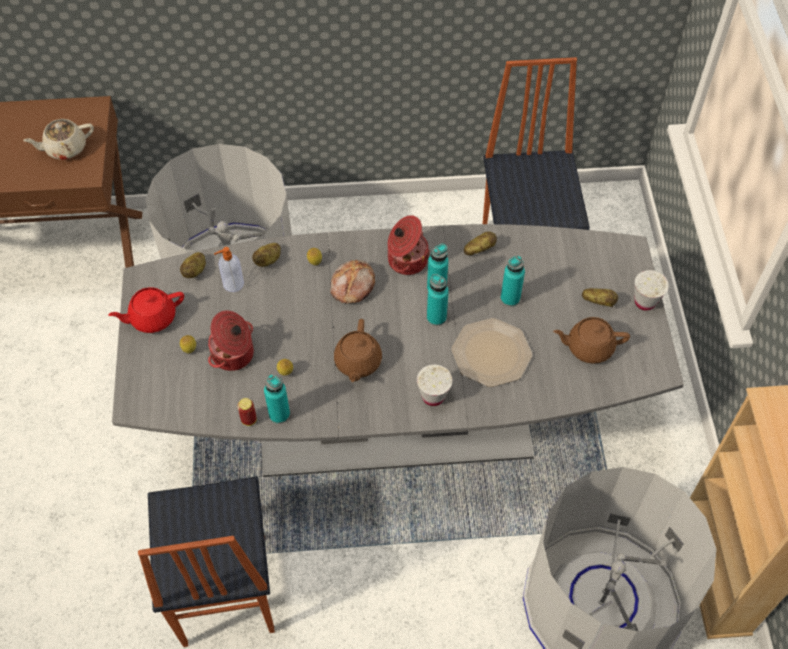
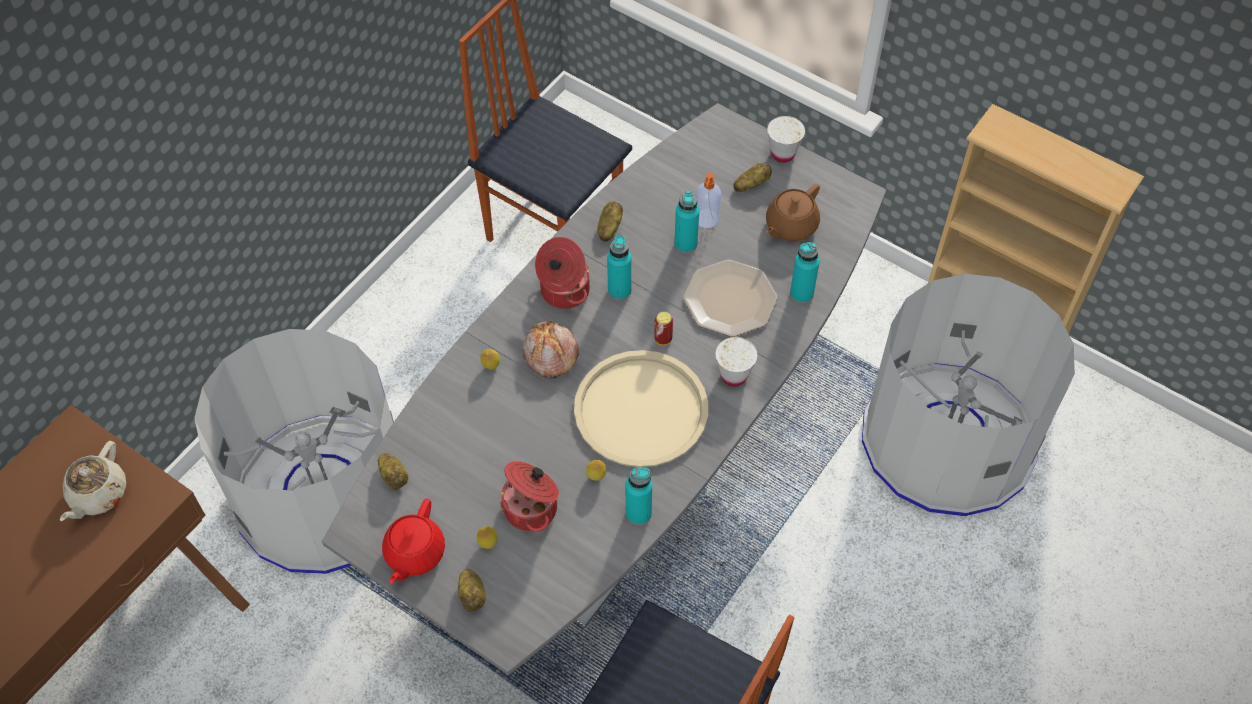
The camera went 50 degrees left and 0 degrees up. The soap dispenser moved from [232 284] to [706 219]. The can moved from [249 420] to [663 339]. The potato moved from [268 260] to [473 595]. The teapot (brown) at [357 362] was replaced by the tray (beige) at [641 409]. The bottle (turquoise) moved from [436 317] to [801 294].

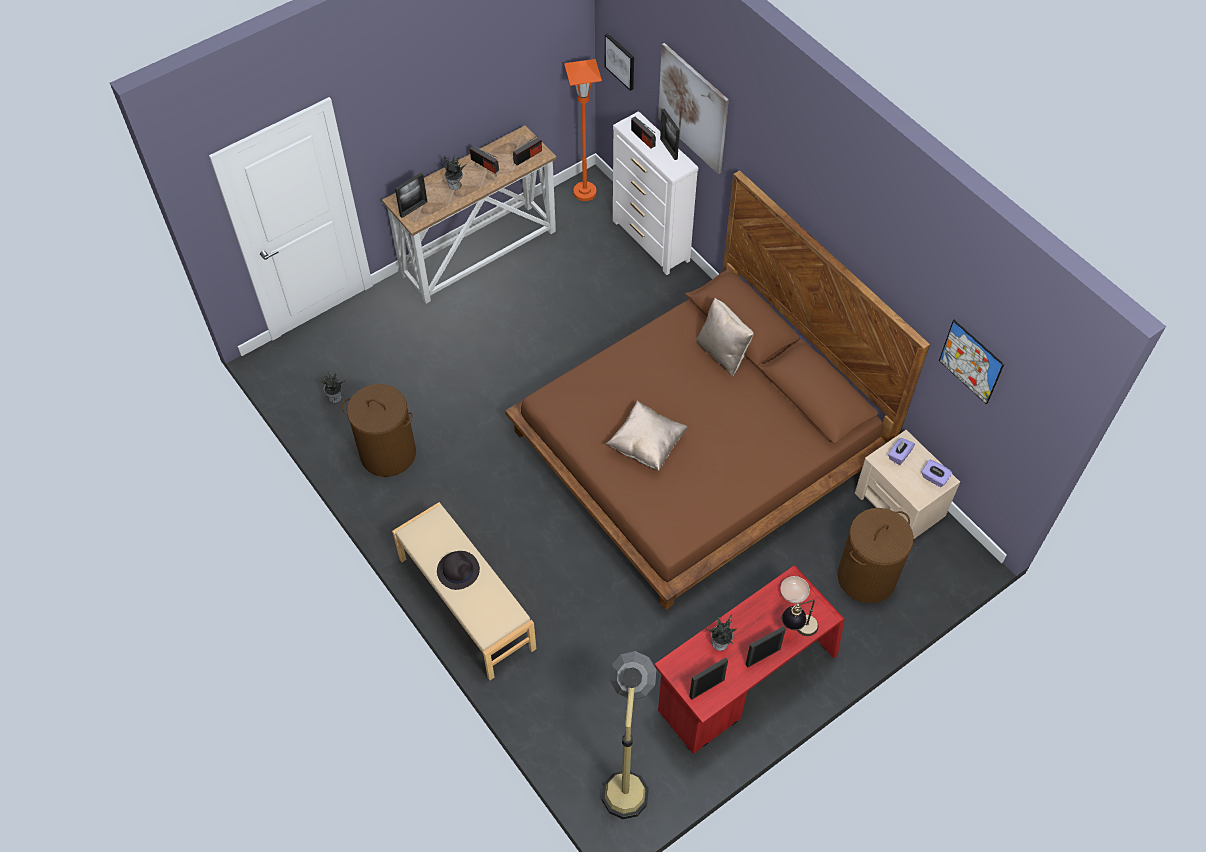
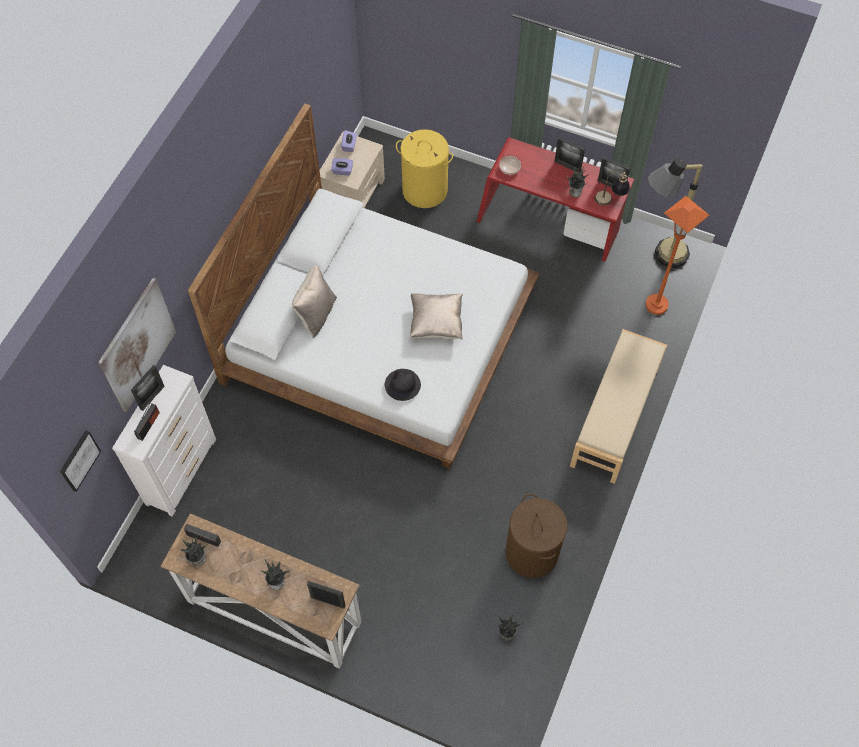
The camera went 120 degrees left and 5 degrees up. The hat (black) moved from [458 570] to [402 385]. The radio at [484 165] disappeared. The bed (brown) at [697 445] became the bed (white) at [381 335]. The floor lamp (orange) moved from [584 192] to [656 305]. The table lamp moved from [798 630] to [610 201]. The laundry basket (brown) at [866 576] became the laundry basket (yellow) at [424 190]. The picture at [971 362] disappeared. The potted plant at [197 559] appeared.

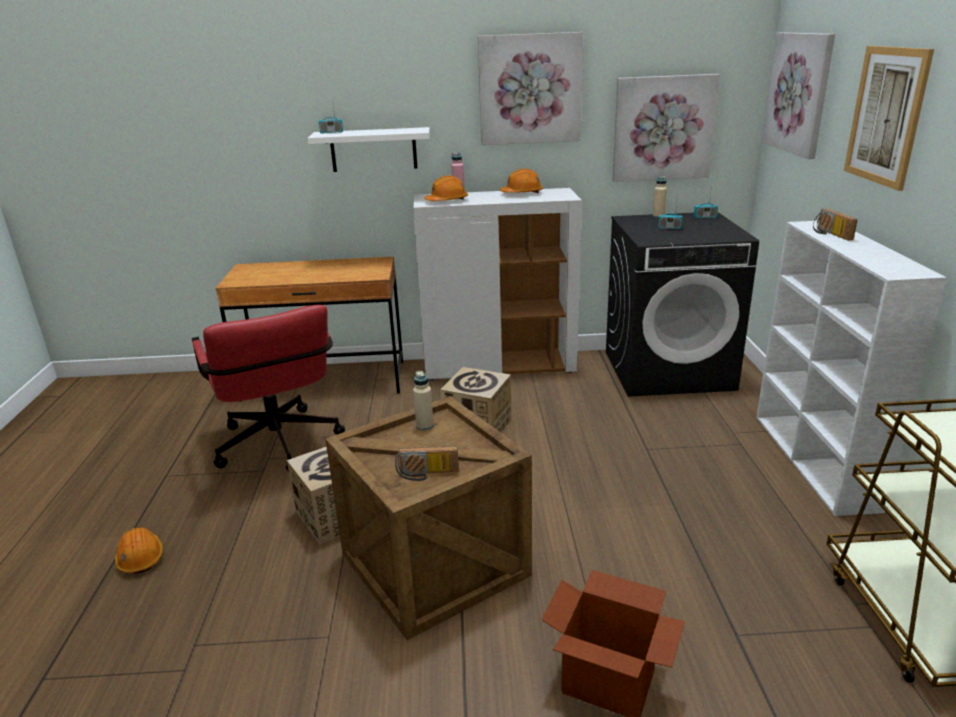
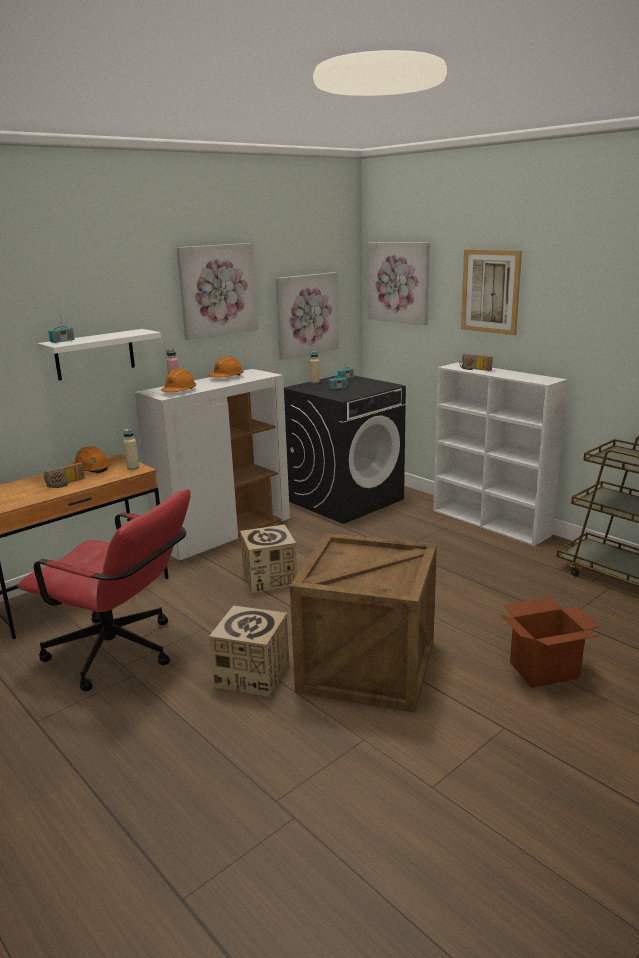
The camera went 40 degrees left and 5 degrees down. The hard hat (orange) moved from [141 558] to [91 469]. The radio moved from [427 474] to [66 484]. The bottle (beige) moved from [424 426] to [133 467].

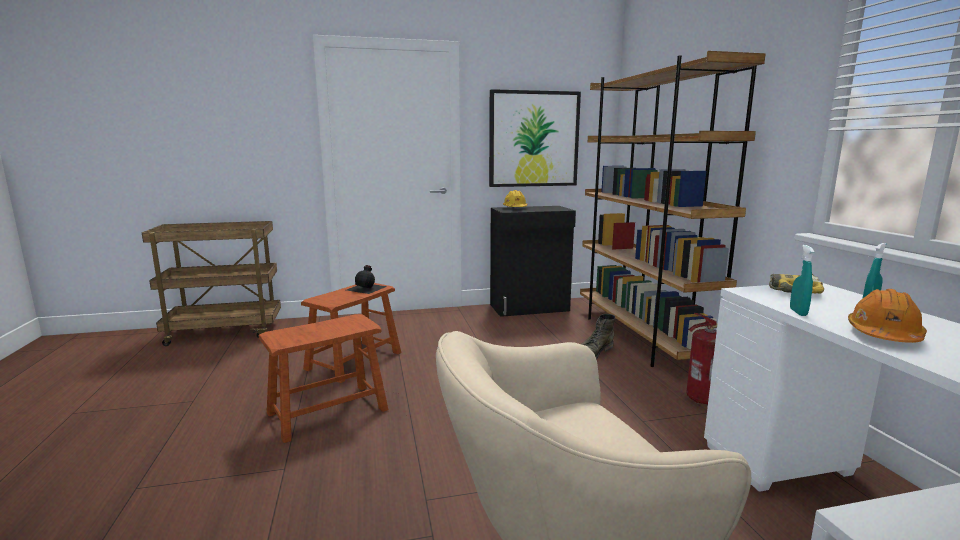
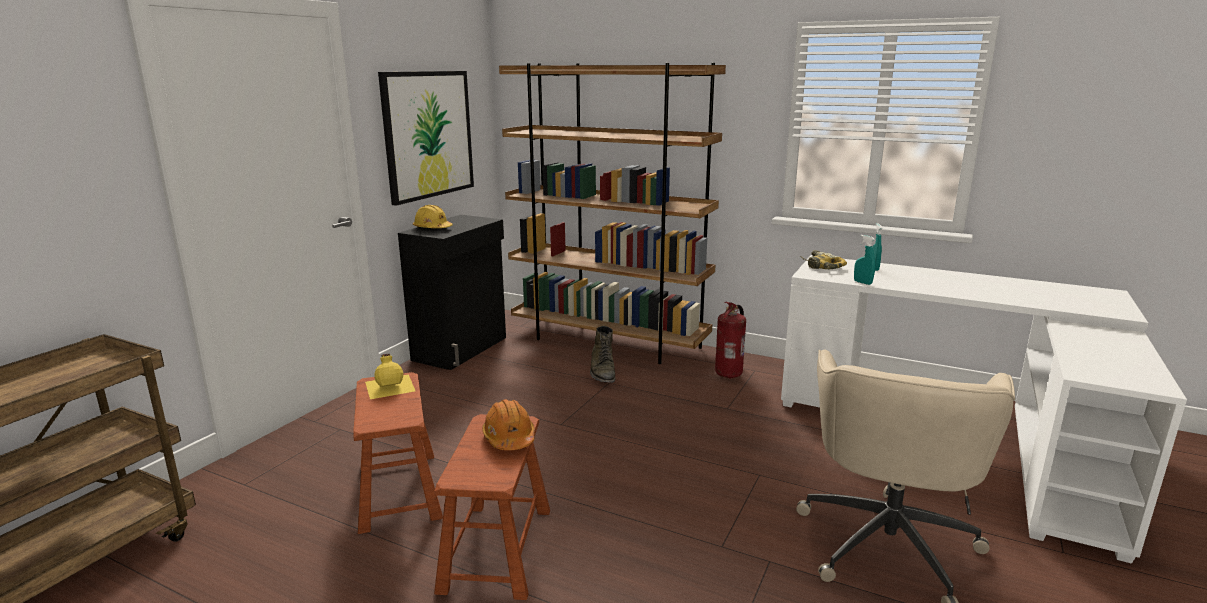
The camera went 50 degrees left and 5 degrees up. The bottle (black) at [367 288] became the bottle (yellow) at [390 386]. The hard hat (orange) moved from [883 335] to [509 438].

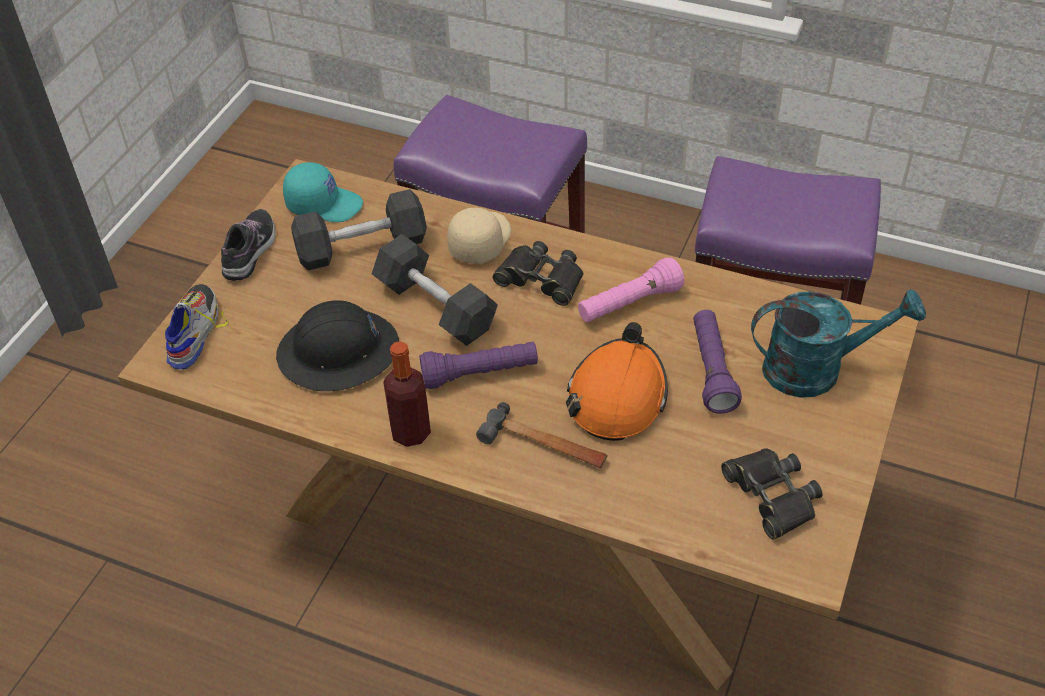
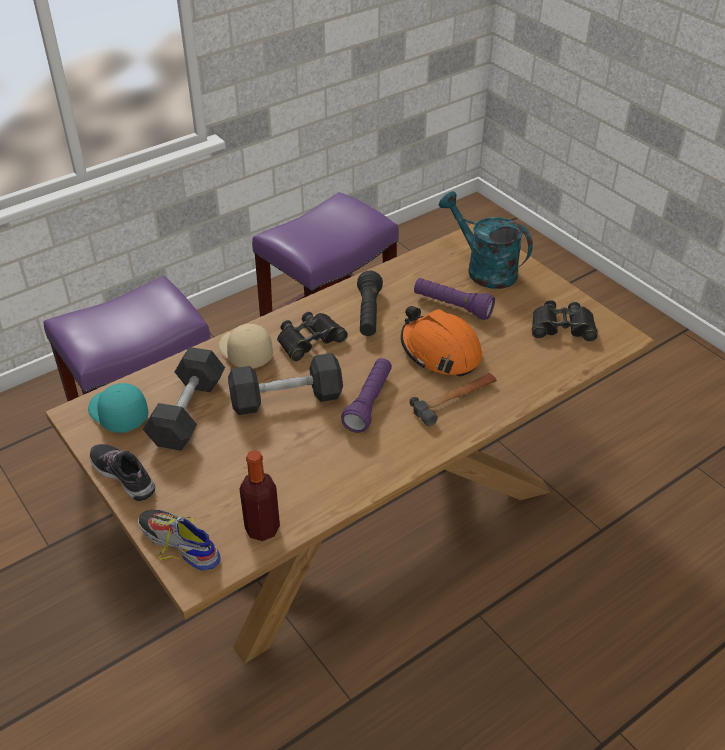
The camera went 60 degrees left and 5 degrees down. The hard hat (black) at [338 352] disappeared. The cap (turquoise) at [324 204] turned 90 degrees counterclockwise. The bottle moved from [411 432] to [262 528]. The flashlight (pink) at [629 304] became the flashlight (black) at [369 314]. The watering can (turquoise) at [816 368] turned 75 degrees counterclockwise.

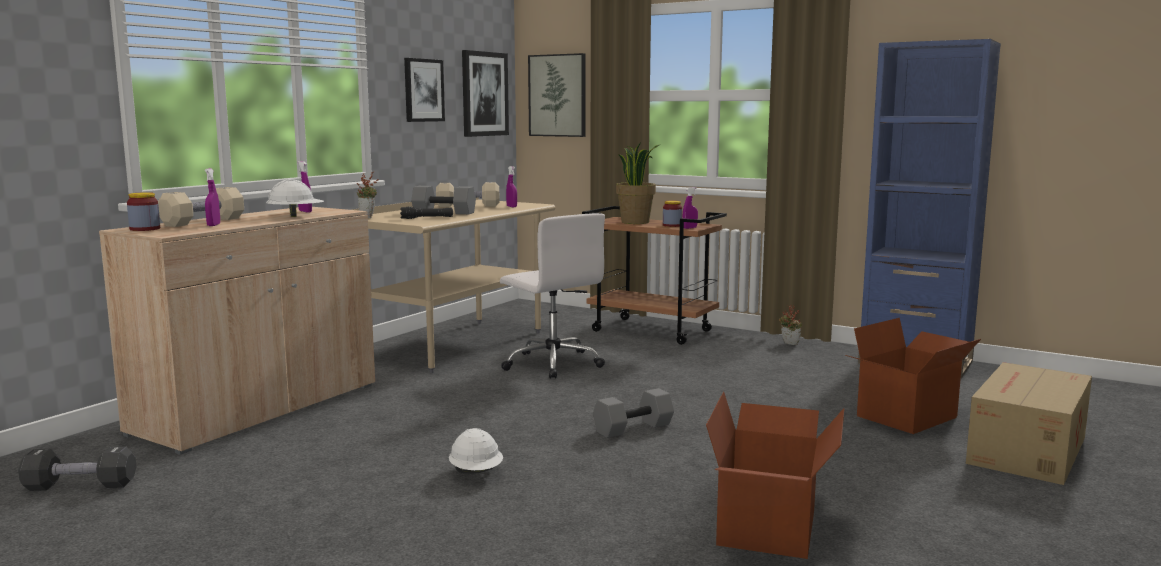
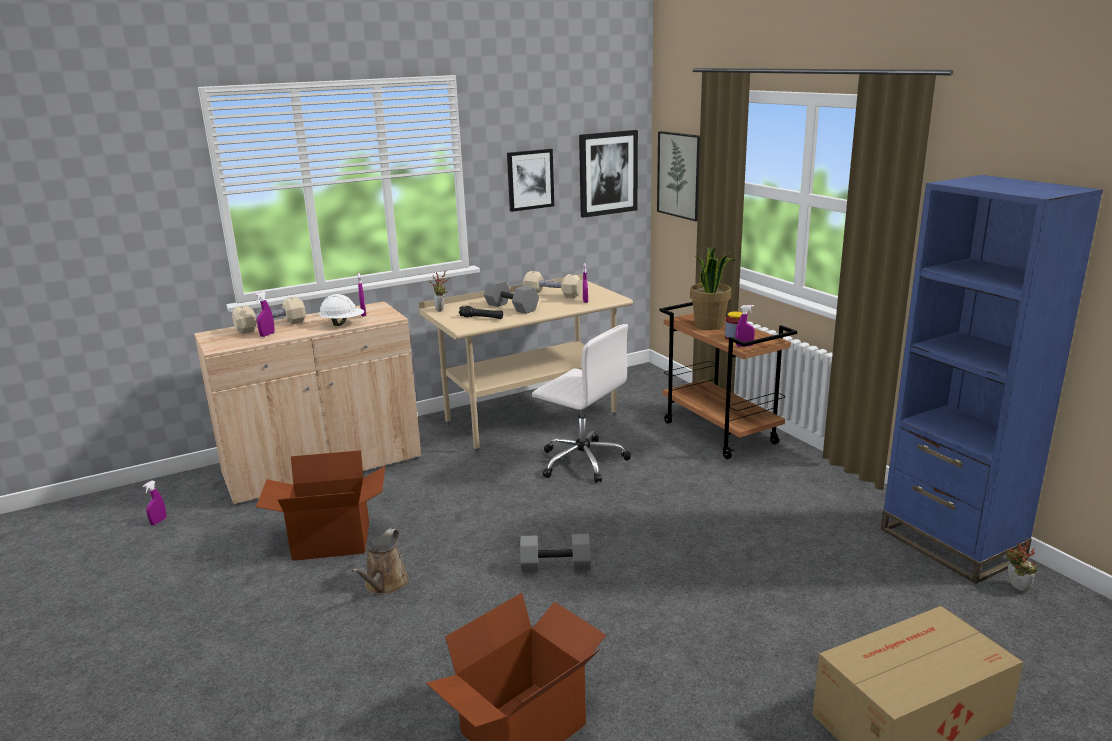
The camera went 30 degrees right and 10 degrees up. The dumbbell (black) at [80 486] was replaced by the spray bottle (purple) at [158 521]. The jar at [145 229] disappeared. The hard hat (white) at [476 473] was replaced by the watering can (brown) at [385 585]. The office chair (white) at [552 363] turned 45 degrees counterclockwise. The potted plant moved from [788 344] to [1015 587]. The cardboard box moved from [908 417] to [331 542].

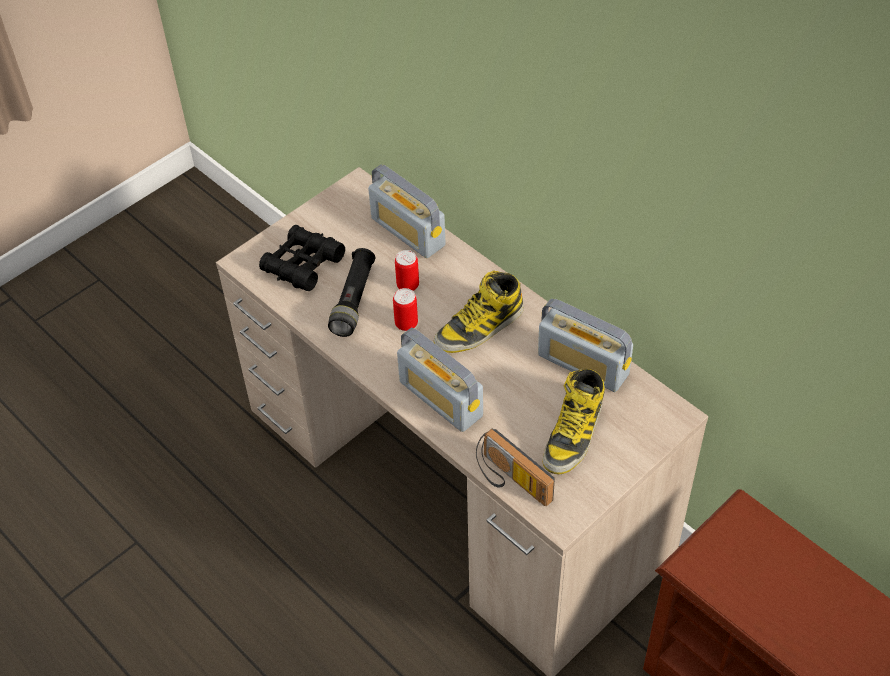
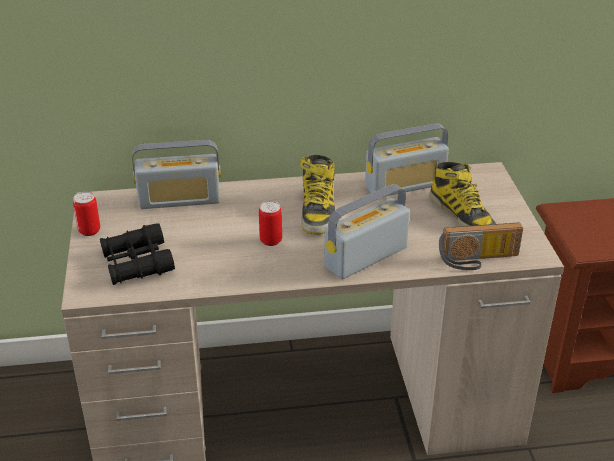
The camera went 55 degrees left and 15 degrees down. The flashlight (black) at [354 300] disappeared. The can moved from [408 285] to [89 231]. The radio at [441 399] turned 150 degrees clockwise.

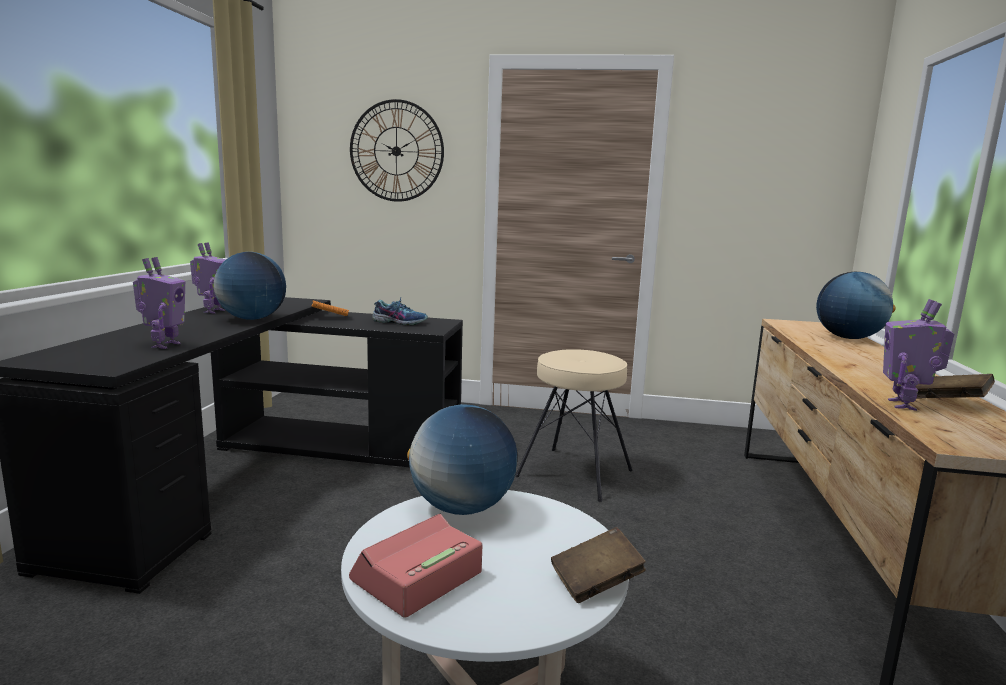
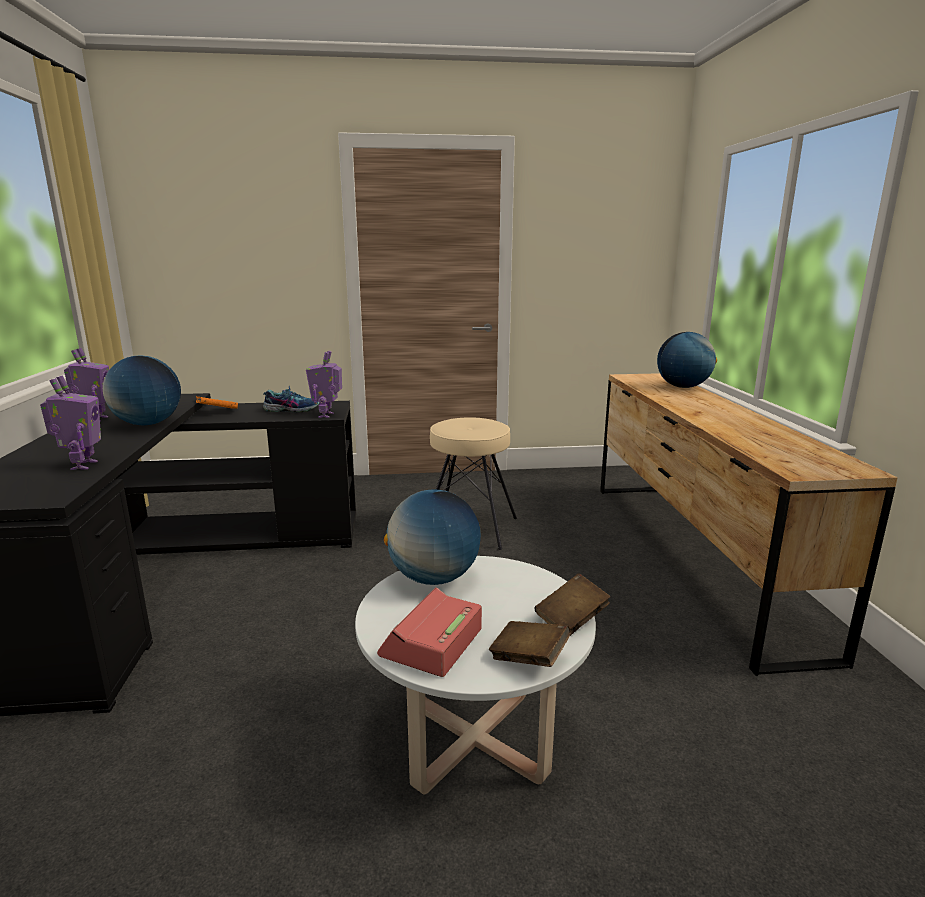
The camera went 15 degrees left and 5 degrees up. The wall clock at [396 151] disappeared. The toy robot moved from [904 405] to [327 415]. The book (brown) moved from [949 401] to [529 658].

